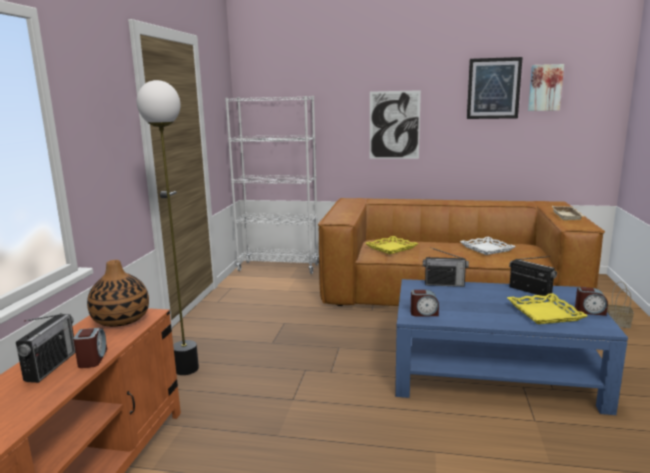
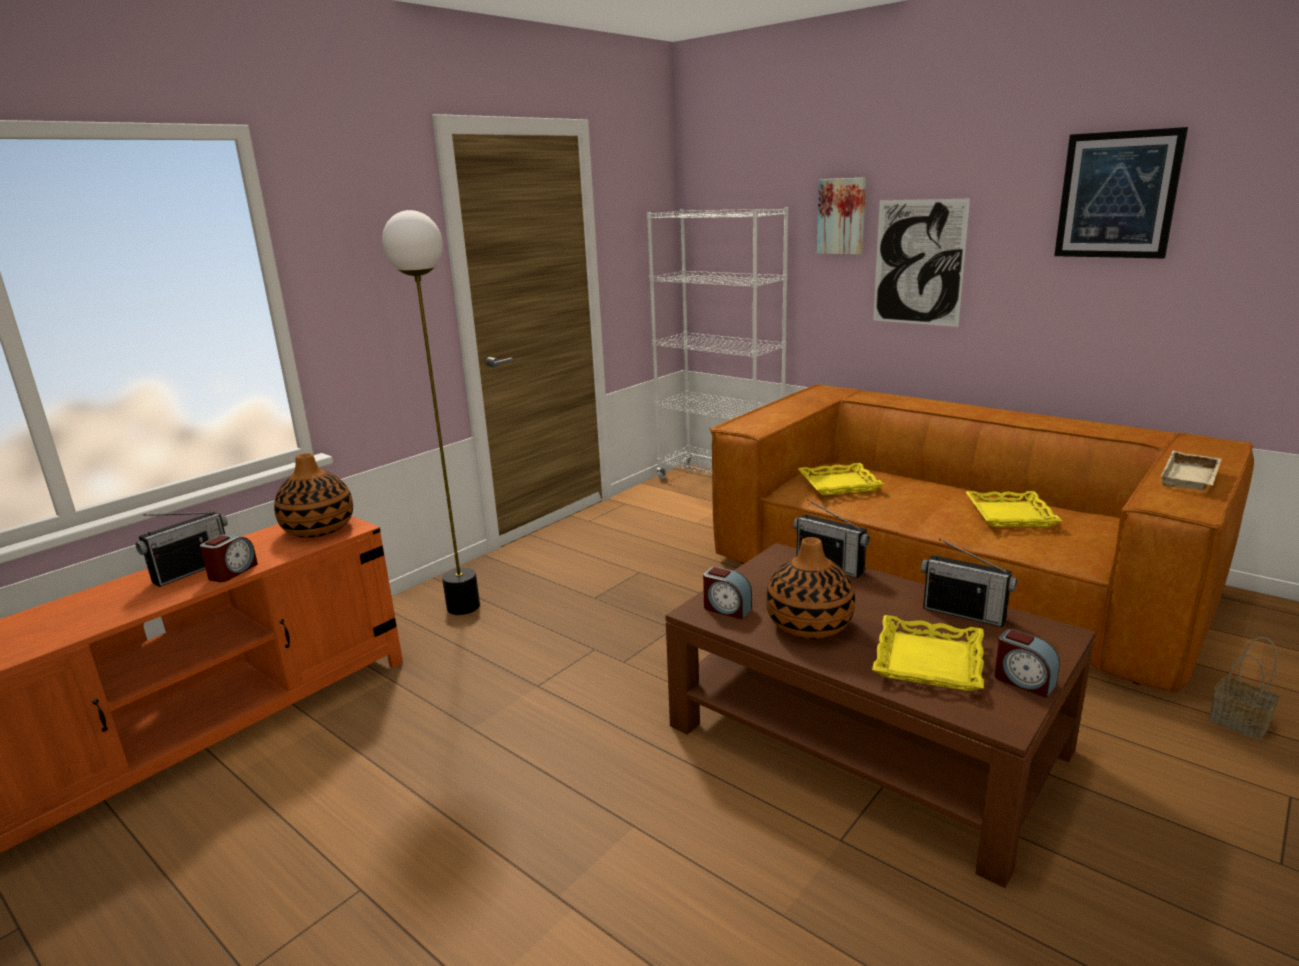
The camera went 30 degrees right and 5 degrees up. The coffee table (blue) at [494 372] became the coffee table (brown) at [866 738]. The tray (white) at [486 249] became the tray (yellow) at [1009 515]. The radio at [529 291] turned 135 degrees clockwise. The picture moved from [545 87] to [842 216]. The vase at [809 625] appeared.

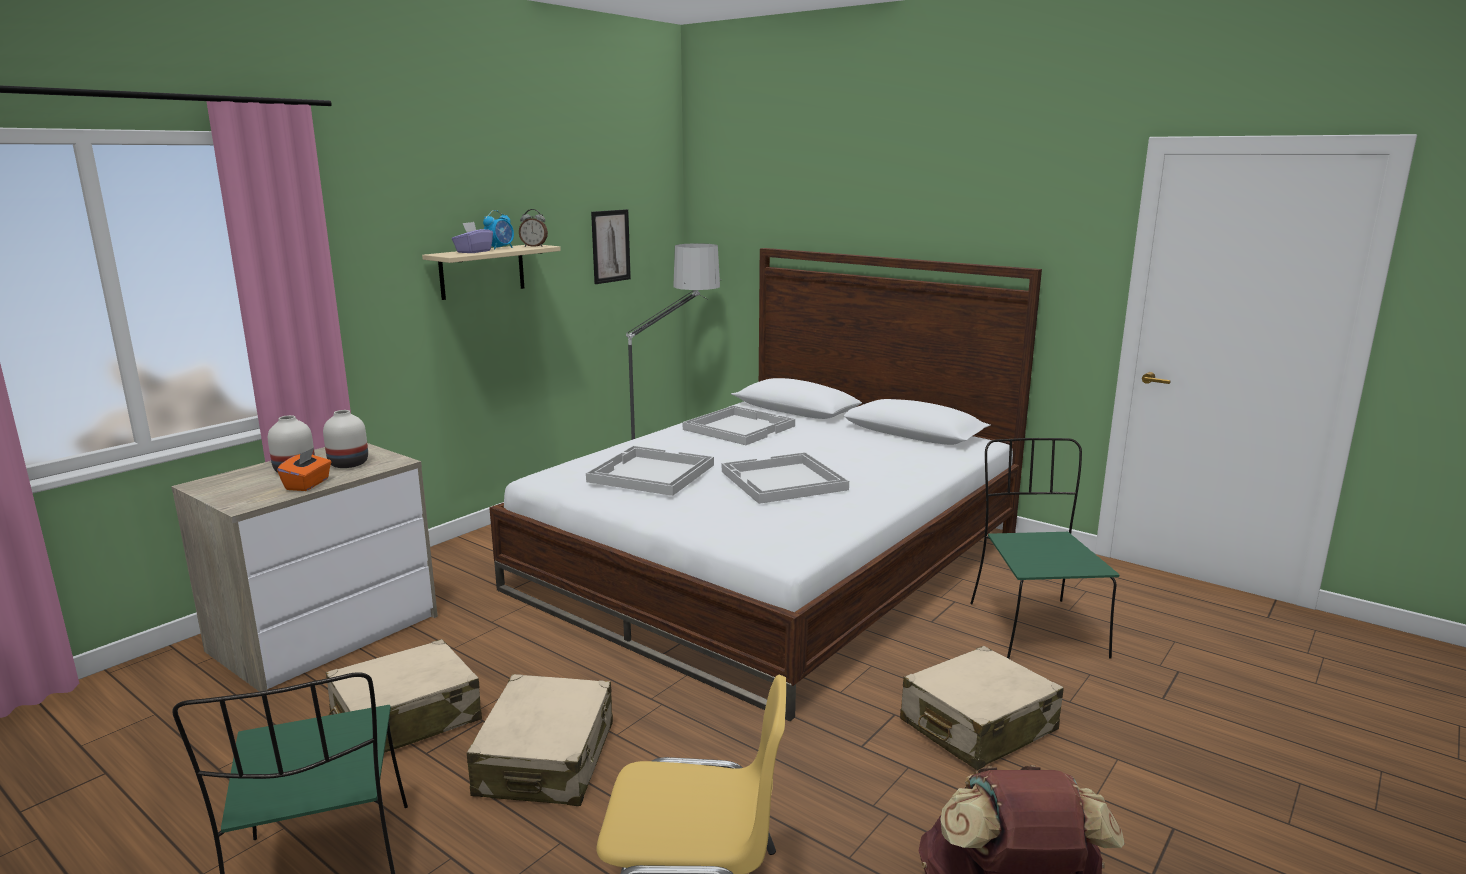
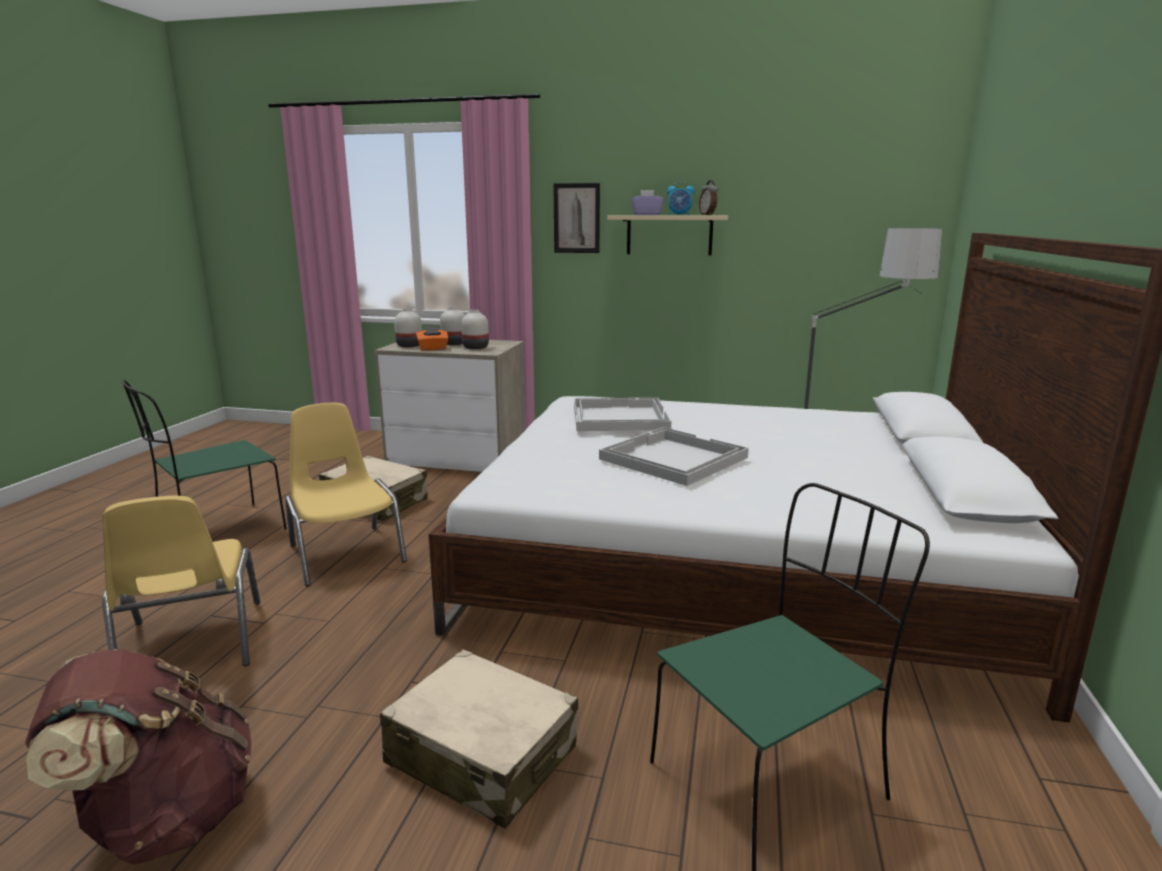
The camera went 65 degrees right and 0 degrees up. The suitcase (beige) at [546 759] was replaced by the chair (yellow) at [345 553]. The picture moved from [610 246] to [576 218]. The tray (white) at [739 427] disappeared. The vase (white) at [410 345] appeared.

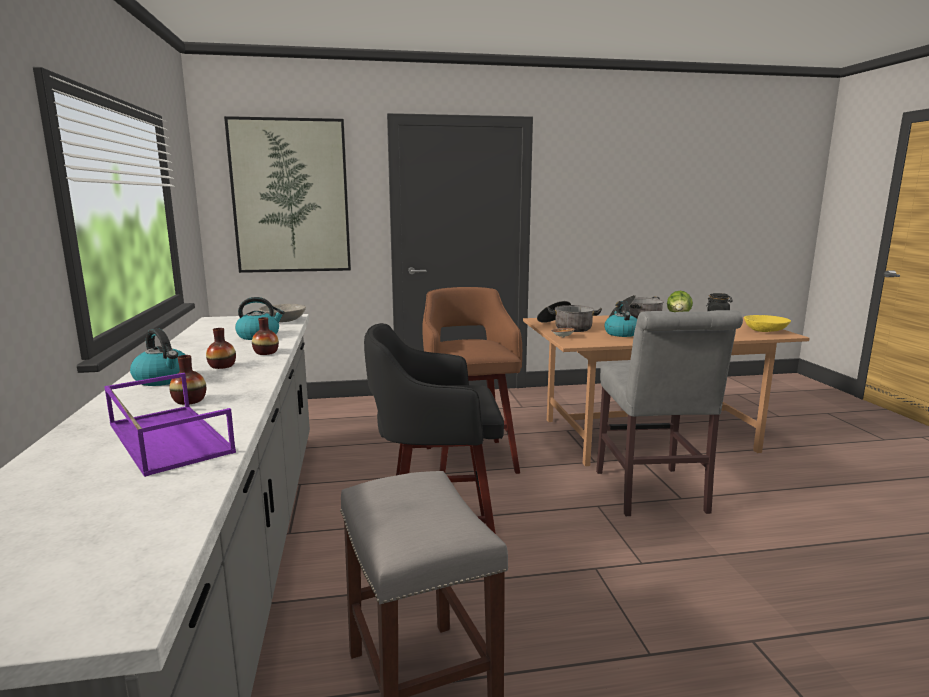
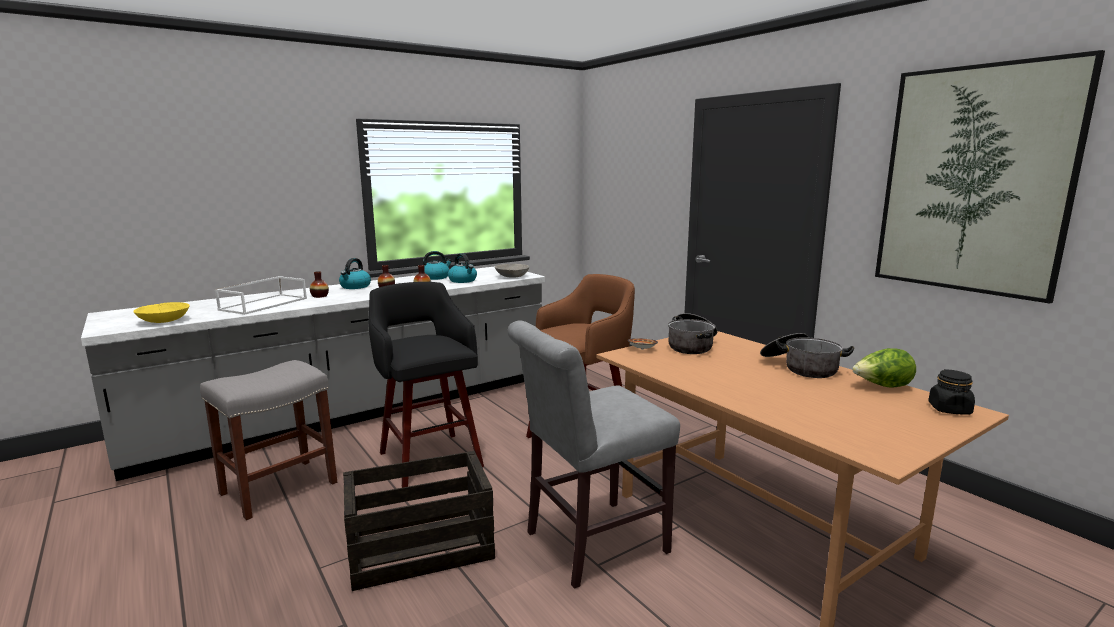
The camera went 65 degrees right and 0 degrees up. The tray (purple) at [167 438] became the tray (white) at [264 304]. The picture moved from [290 196] to [974 180]. The kettle moved from [621 333] to [436 277]. The bowl (yellow) moved from [765 331] to [164 321]. The crate at [422 548] appeared.

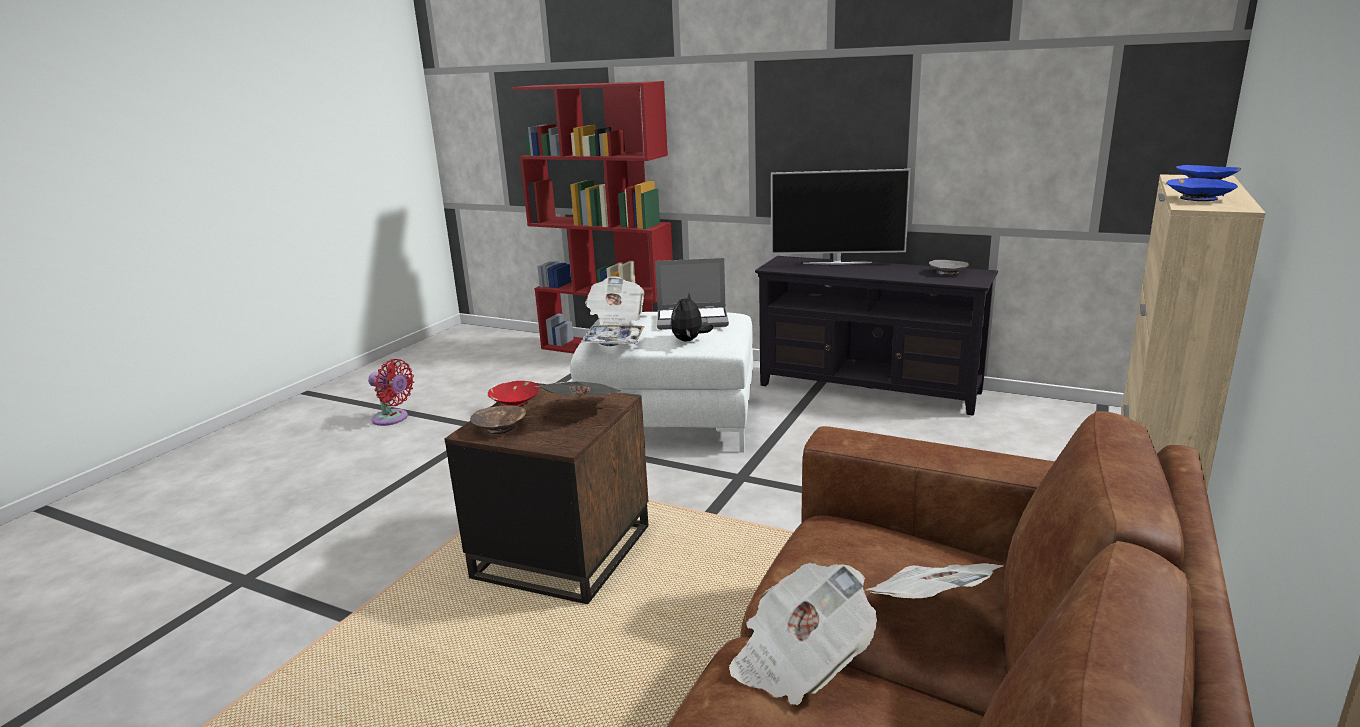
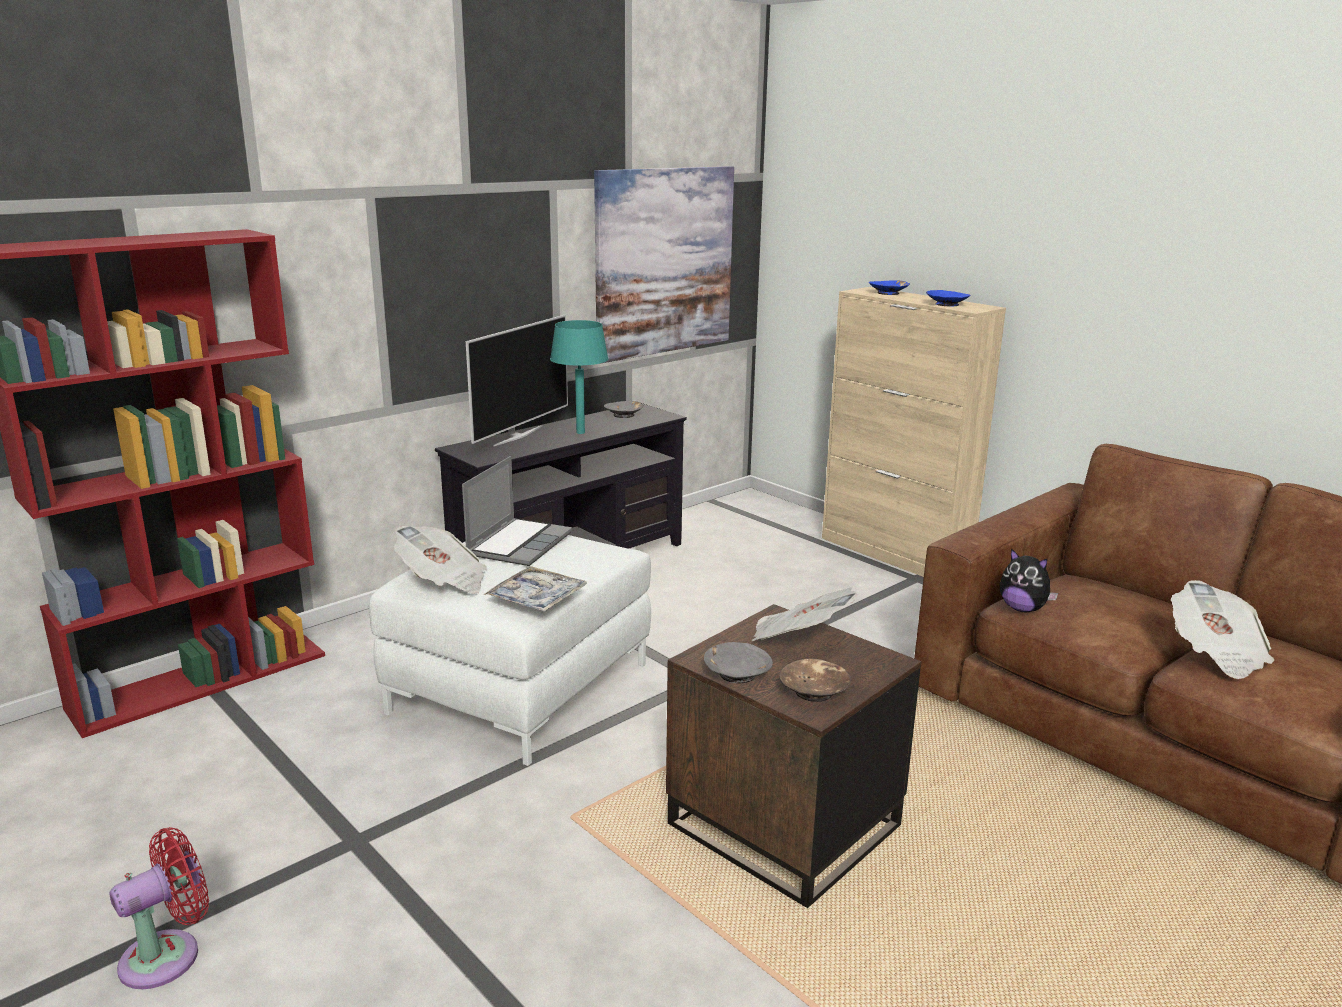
The camera went 70 degrees left and 0 degrees up. The bowl (red) at [514 402] became the bowl (grey) at [736 674]. The plush toy moved from [689 340] to [1022 609]. The newspaper at [929 606] disappeared. The table lamp (turquoise) at [580 432] appeared. The picture at [664 262] appeared.

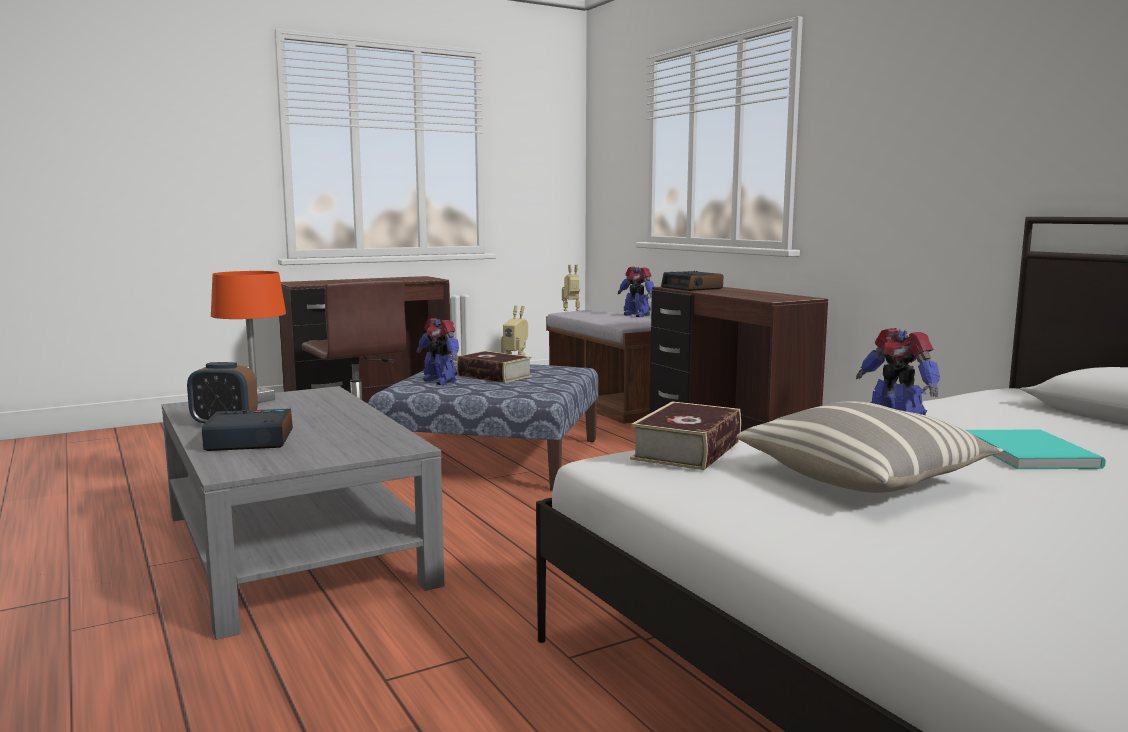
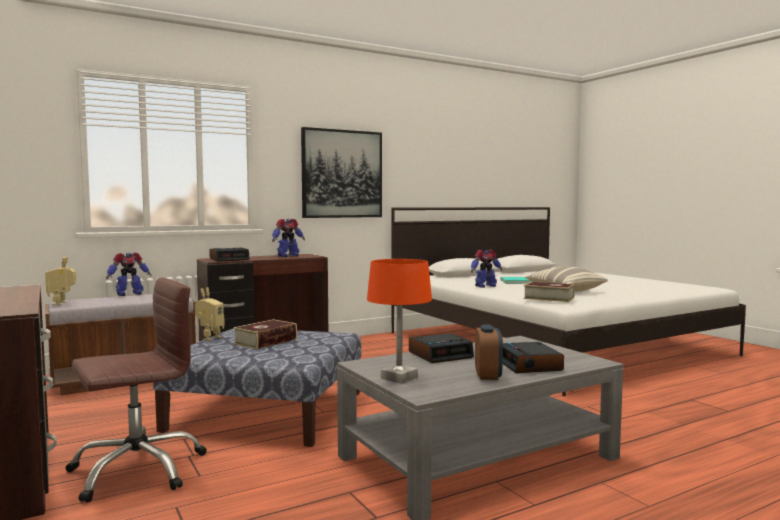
The camera went 90 degrees left and 5 degrees down. The toy robot moved from [440 381] to [287 256]. The picture at [342 174] appeared. The alarm clock at [440 355] appeared.

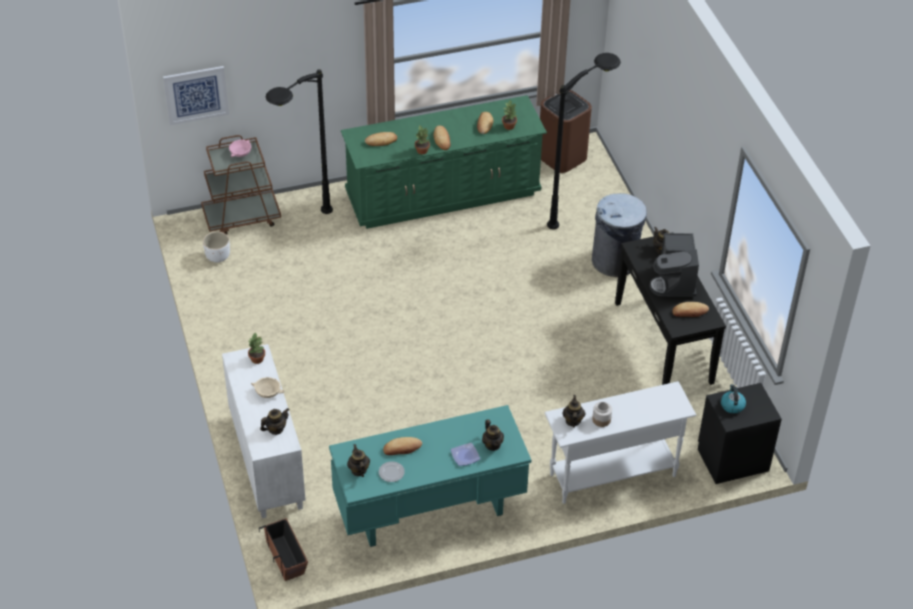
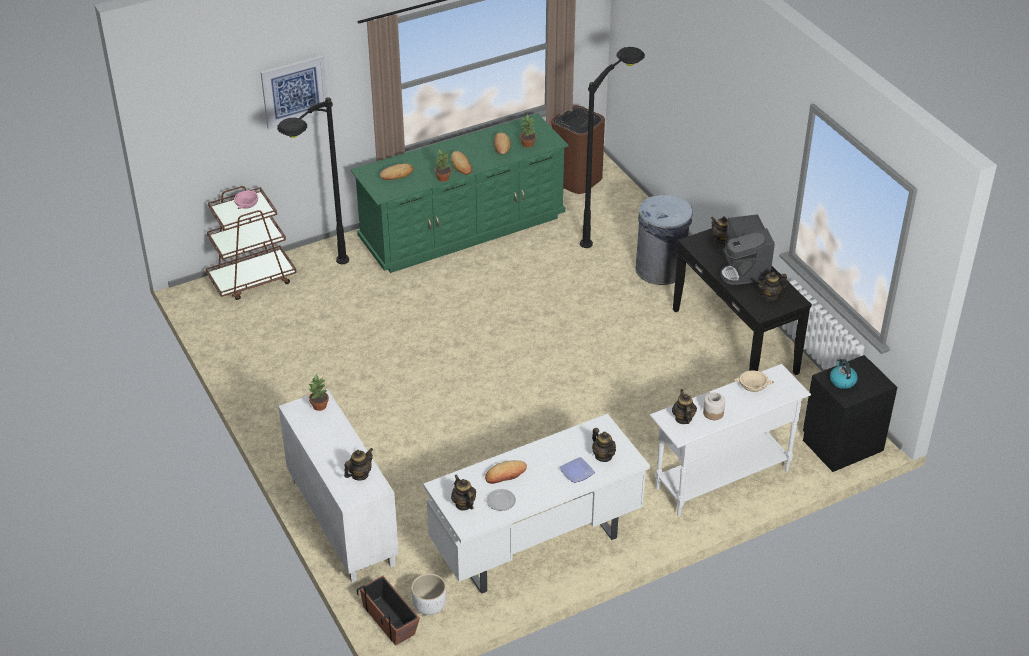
The camera went 10 degrees left and 5 degrees down. The picture moved from [196 94] to [294 91]. The planter (white) moved from [217 256] to [429 606]. The bowl (beige) moved from [267 392] to [752 386]. The desk (turquoise) at [429 511] became the desk (white) at [536 546]. The bread at [690 312] was replaced by the teapot at [770 295].

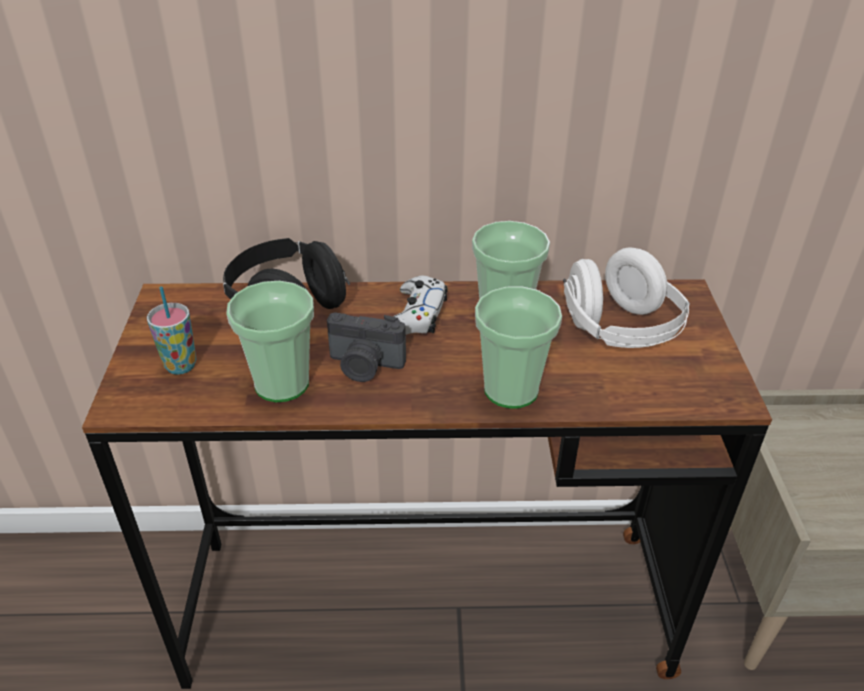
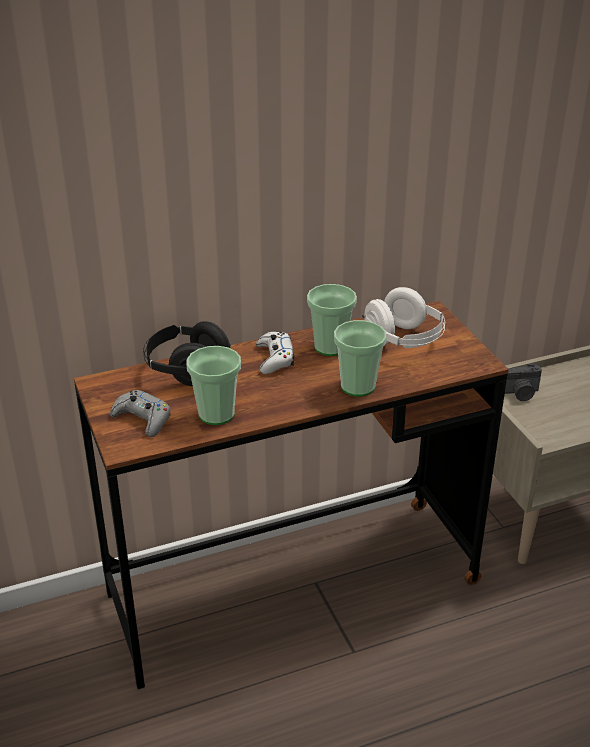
The camera went 20 degrees left and 5 degrees down. The cup at [180 365] was replaced by the game controller (grey) at [142 419]. The photo camera moved from [364 366] to [519 393].

